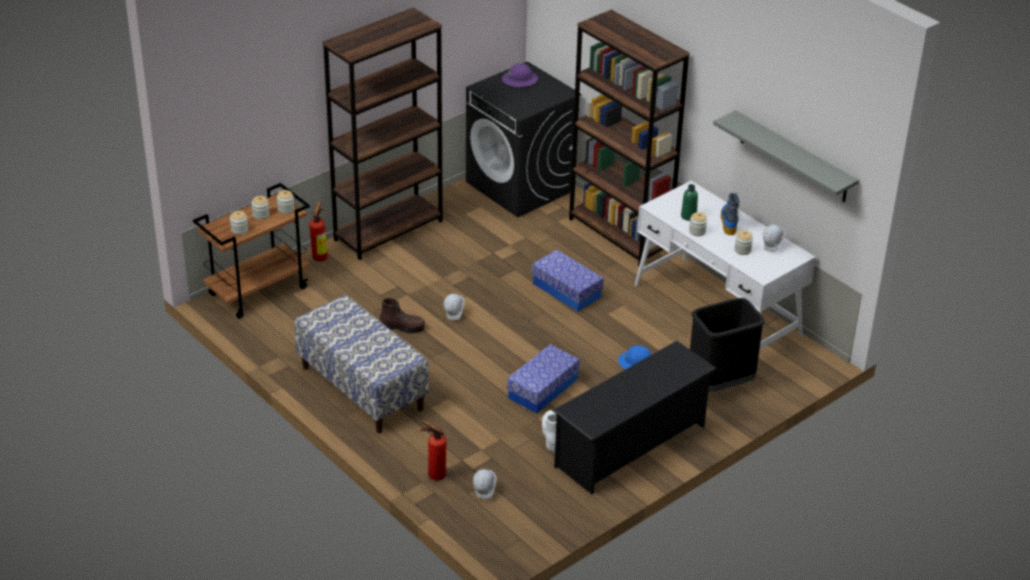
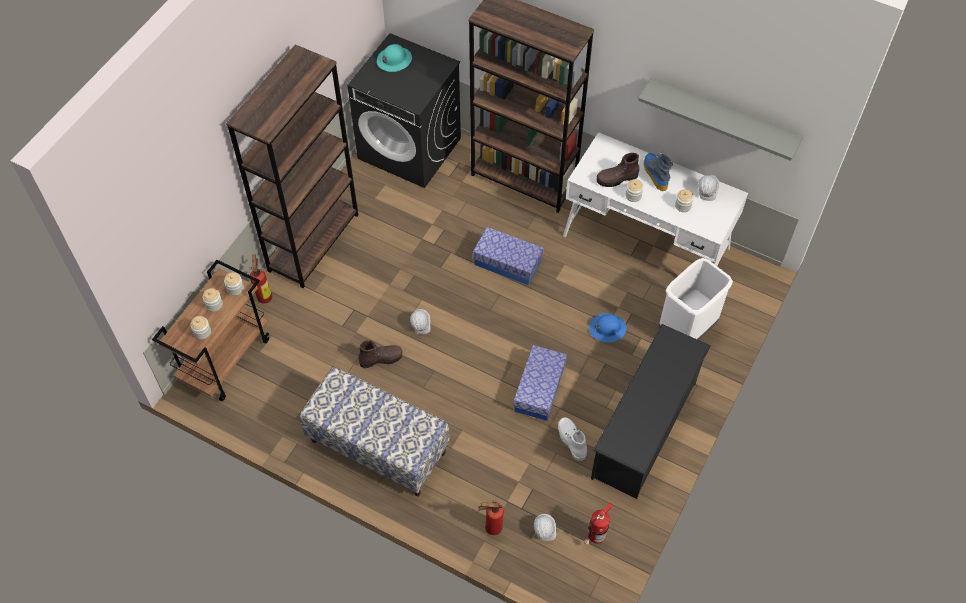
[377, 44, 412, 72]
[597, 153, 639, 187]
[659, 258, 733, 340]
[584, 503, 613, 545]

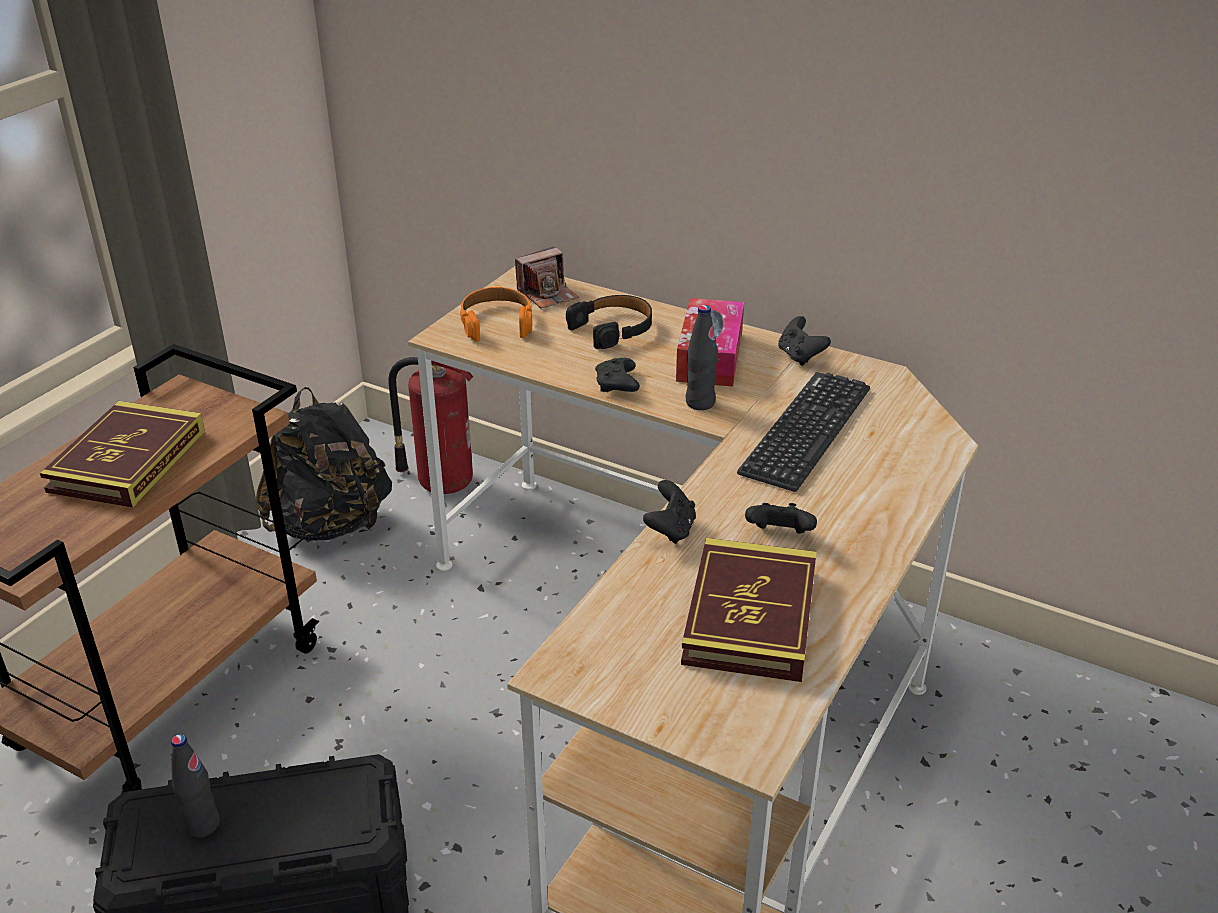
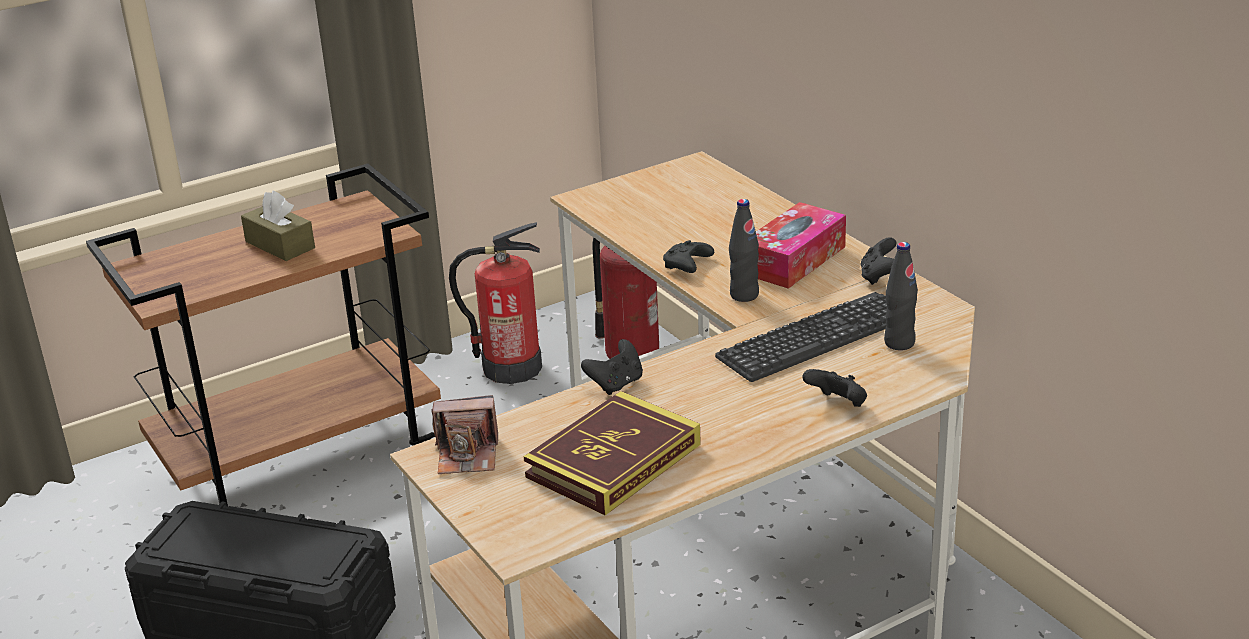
[241, 191, 315, 261]
[884, 242, 918, 350]
[449, 222, 542, 384]
[460, 287, 532, 342] (first image)
[431, 395, 498, 474]
[566, 295, 652, 349] (first image)
[802, 369, 867, 407]

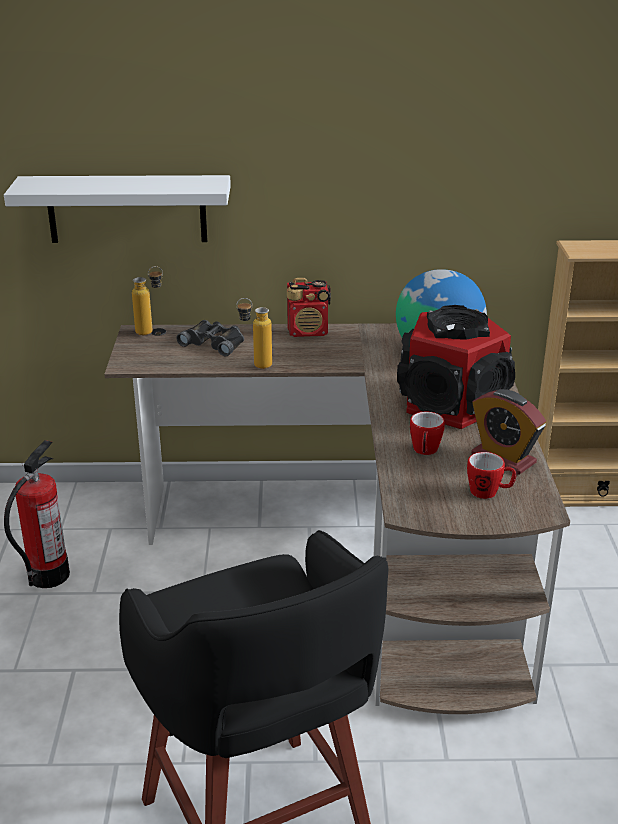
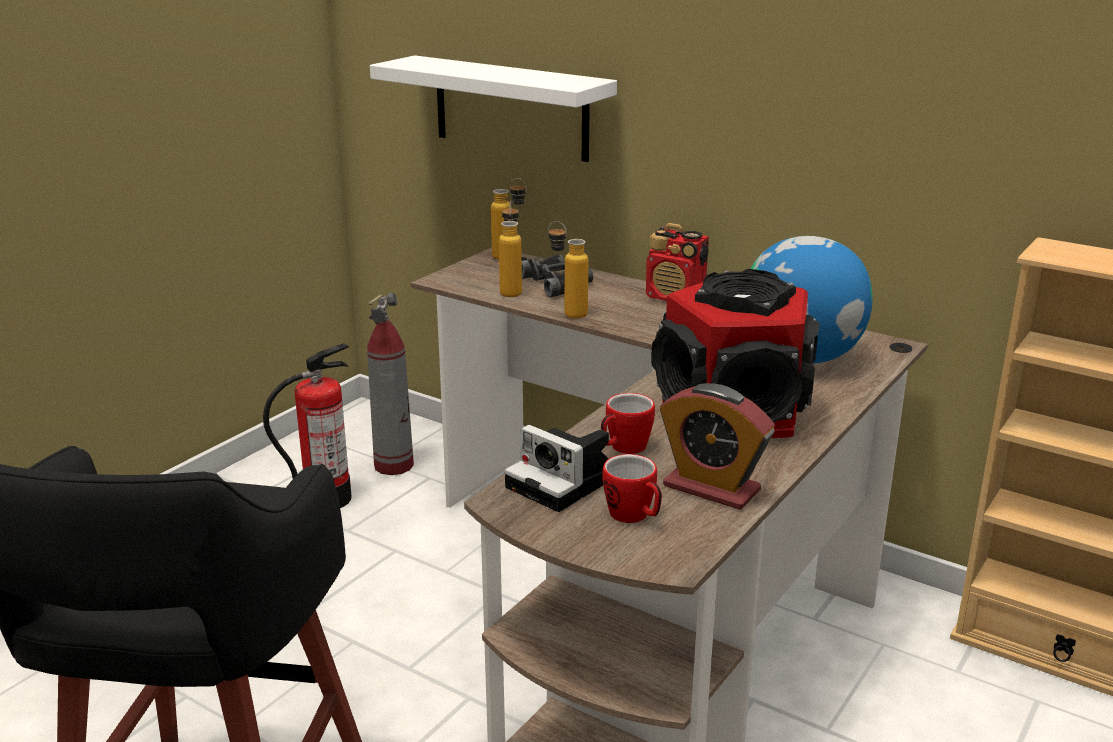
[660, 383, 775, 510]
[367, 293, 414, 475]
[499, 201, 522, 297]
[504, 425, 609, 512]

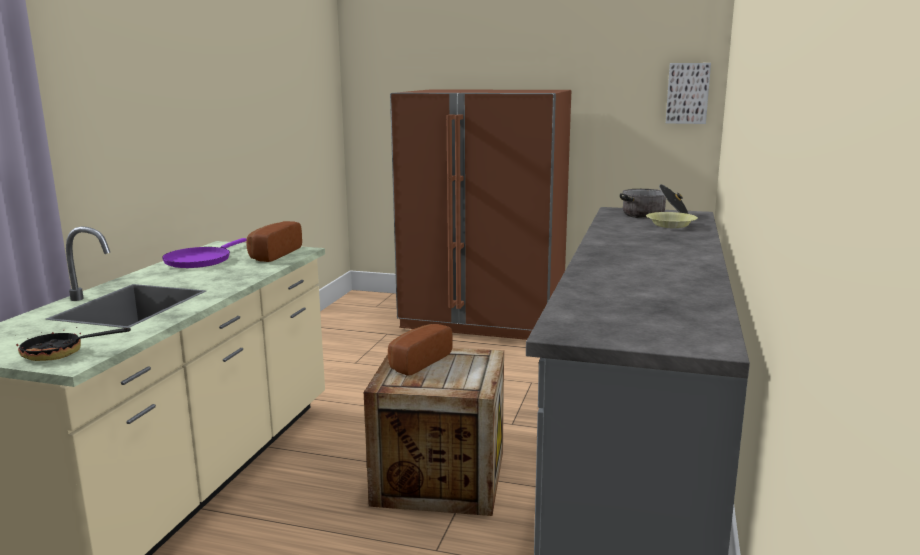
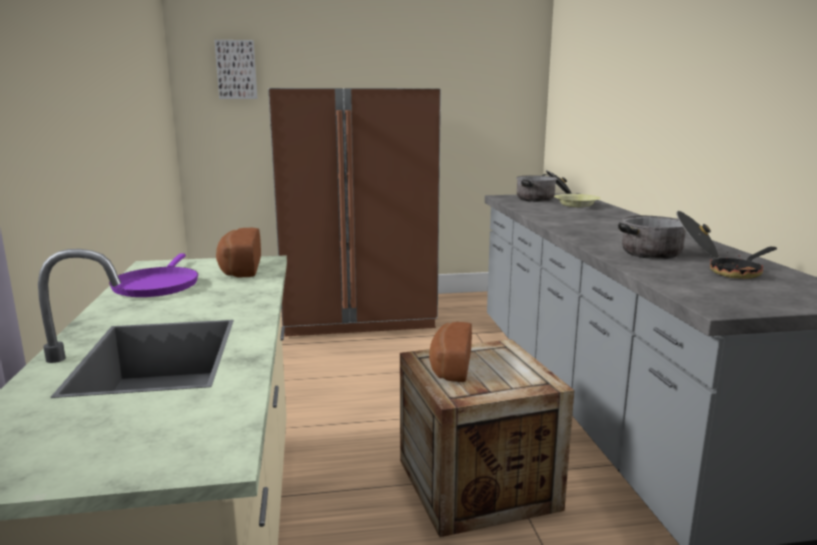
[710, 247, 777, 279]
[214, 40, 257, 99]
[618, 211, 719, 259]

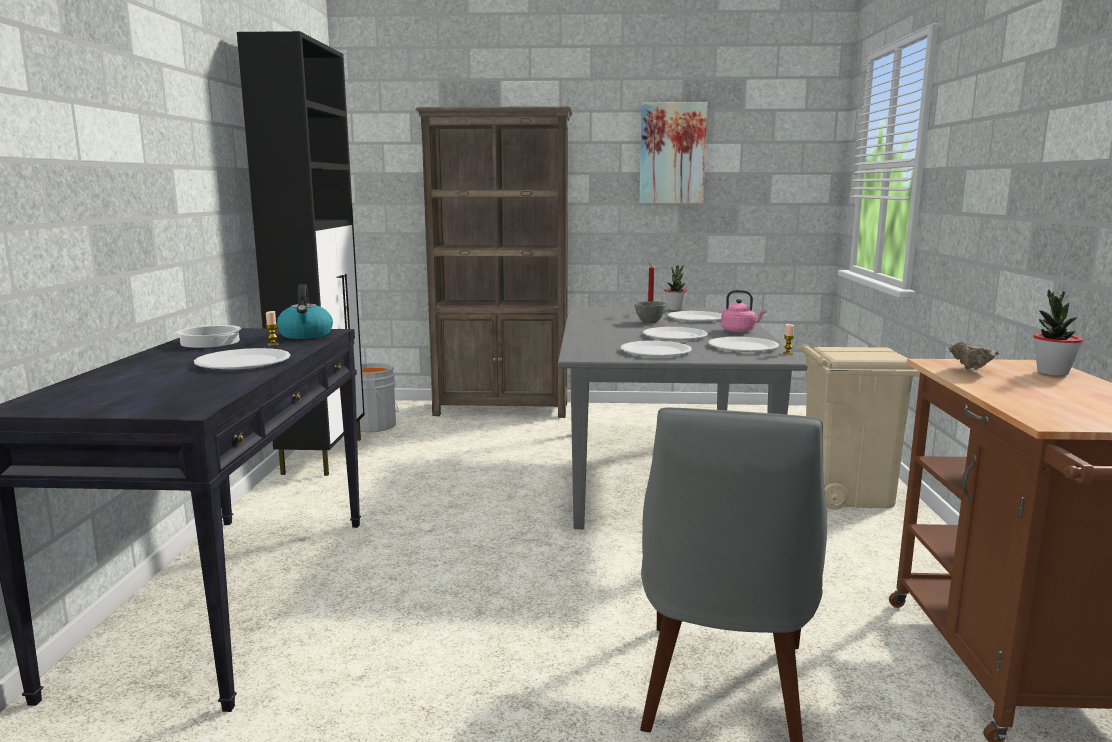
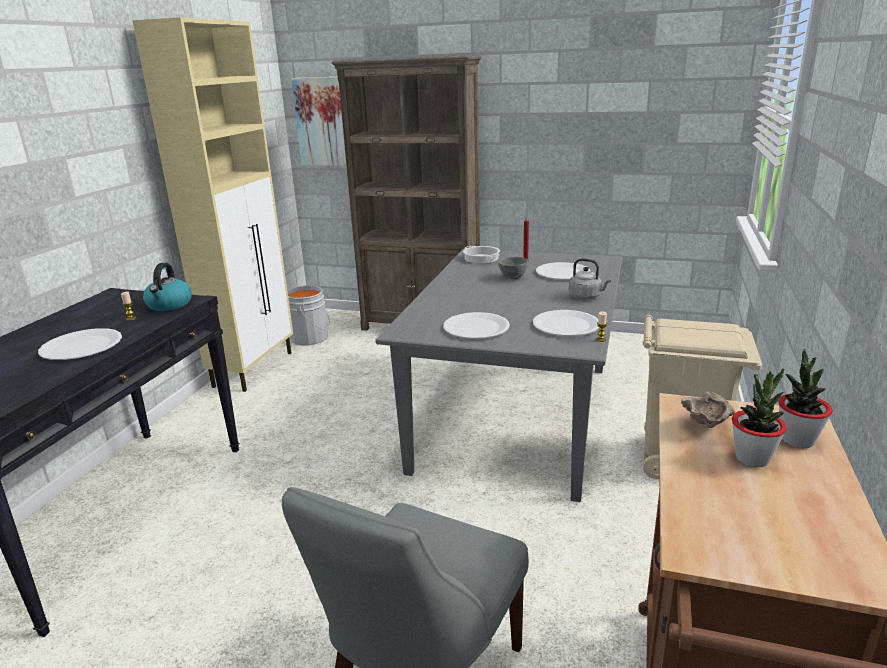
[463, 246, 500, 263]
[132, 17, 293, 392]
[291, 77, 346, 166]
[643, 327, 708, 340] (first image)
[732, 368, 787, 467]
[569, 258, 611, 299]

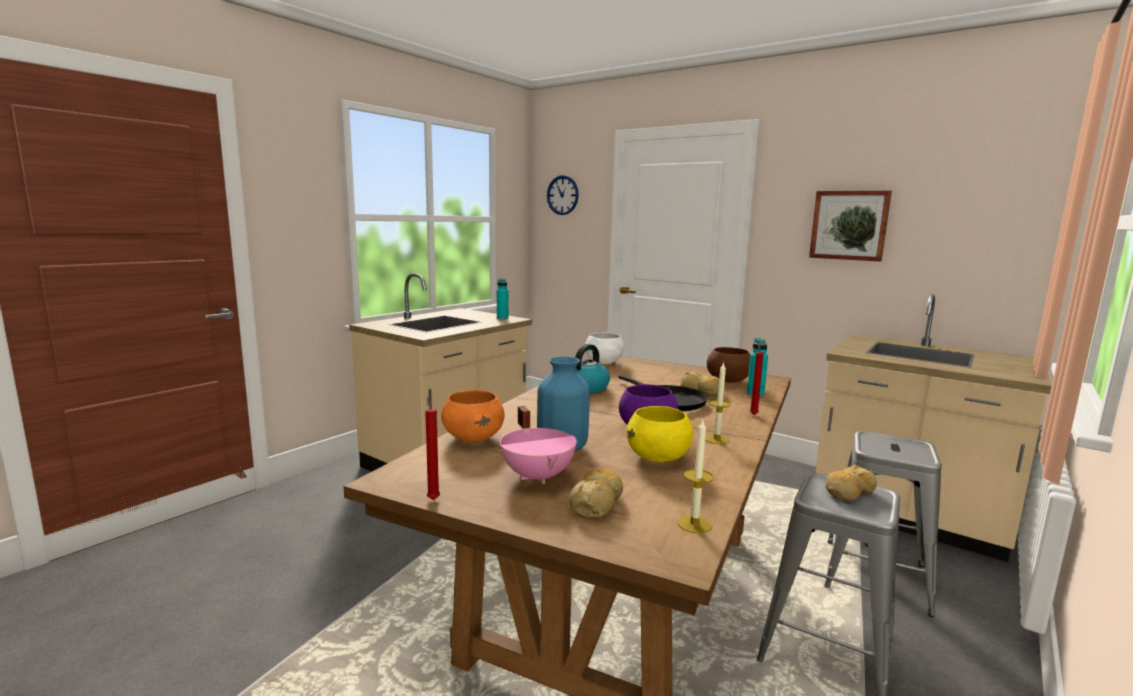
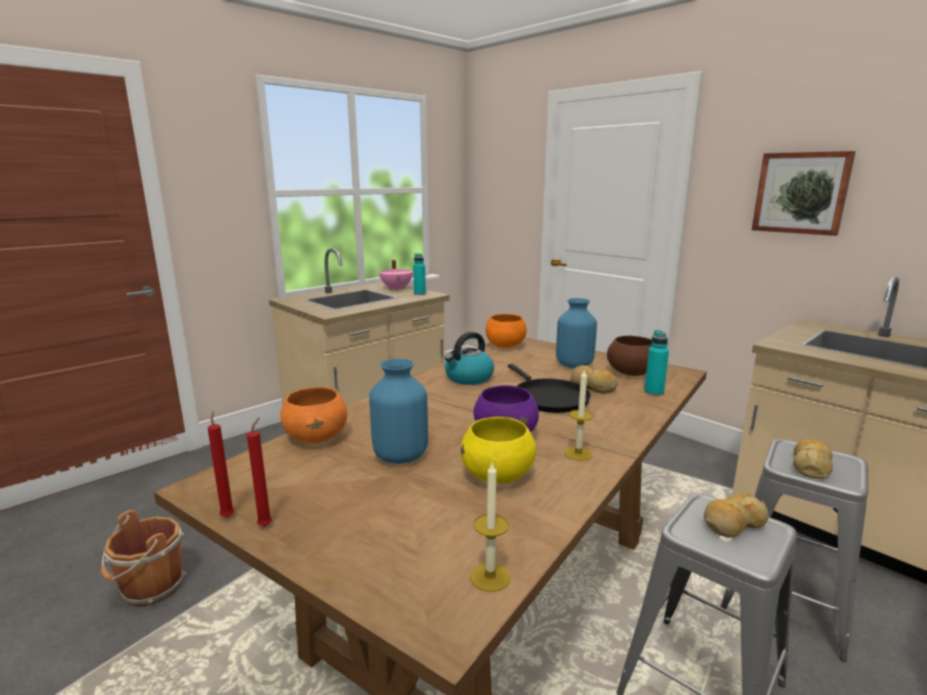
[379, 260, 413, 290]
[547, 175, 579, 215] (first image)
[793, 439, 833, 479]
[486, 314, 527, 348]
[247, 417, 272, 526]
[100, 510, 186, 606]
[556, 298, 597, 368]

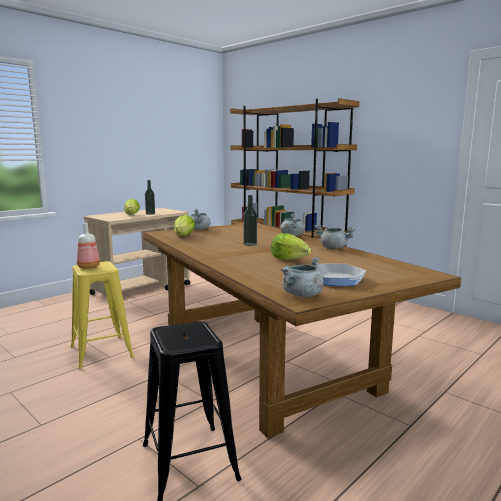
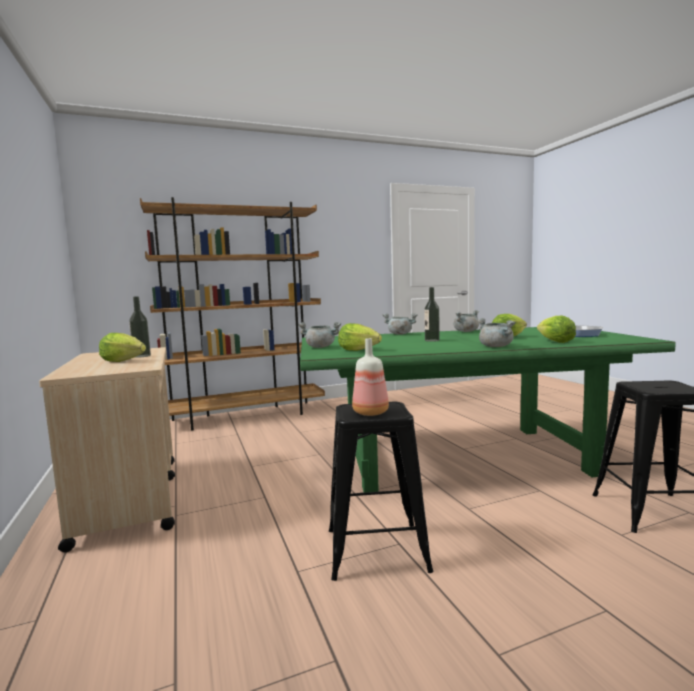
[329, 401, 433, 581]
[300, 327, 676, 493]
[477, 318, 516, 347]
[537, 316, 576, 343]

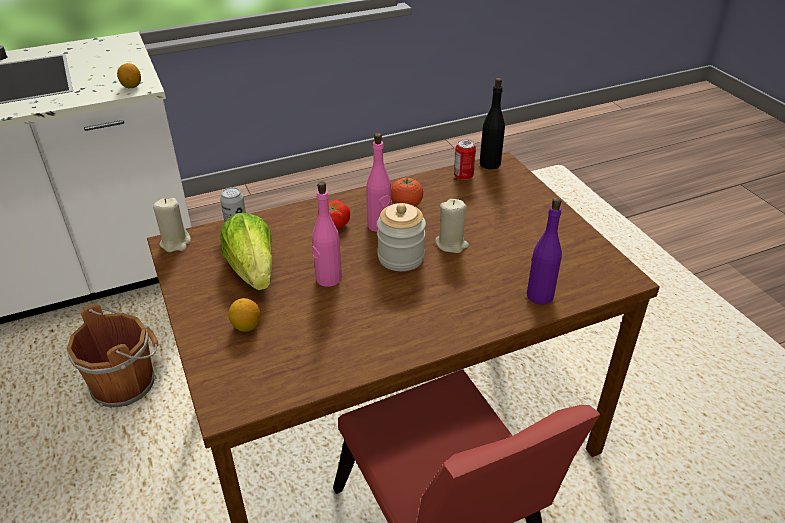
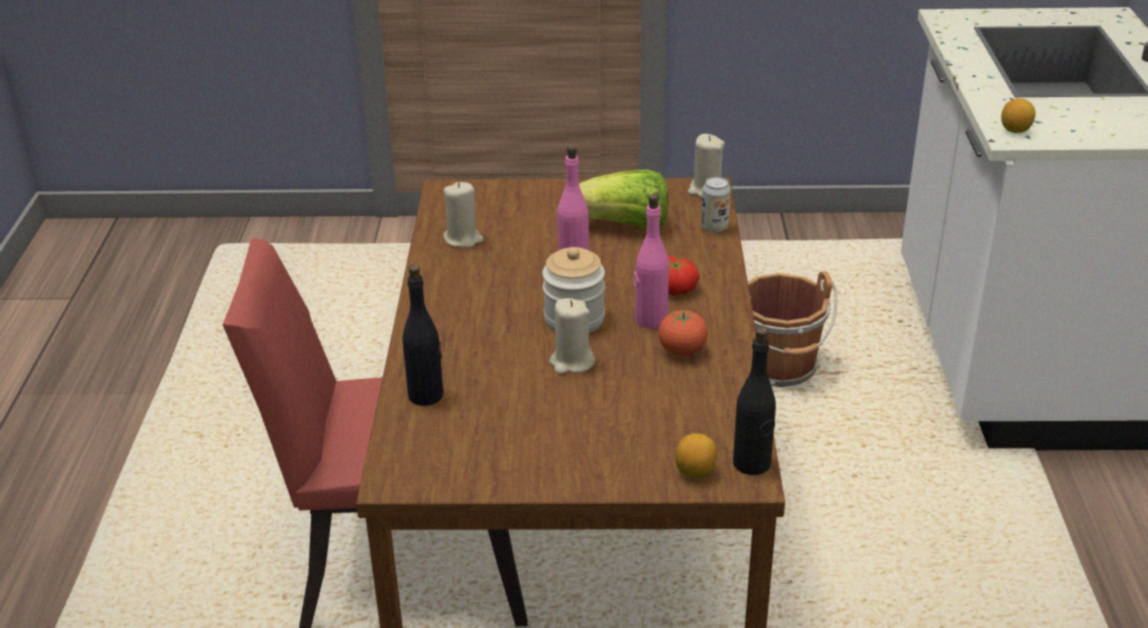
[675, 433, 717, 479]
[454, 139, 476, 180] (first image)
[402, 264, 443, 406]
[443, 182, 484, 248]

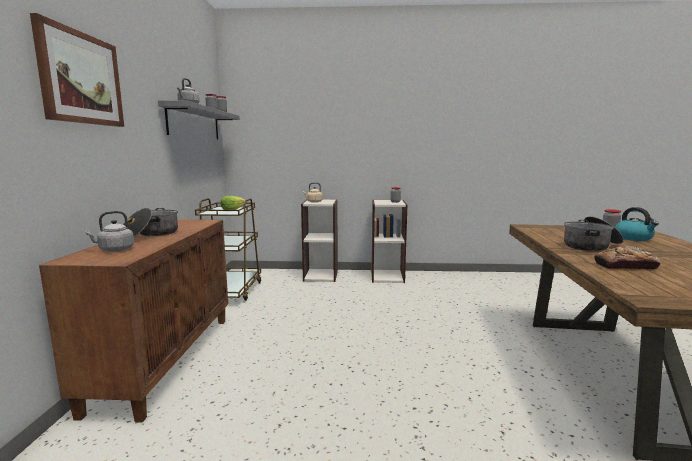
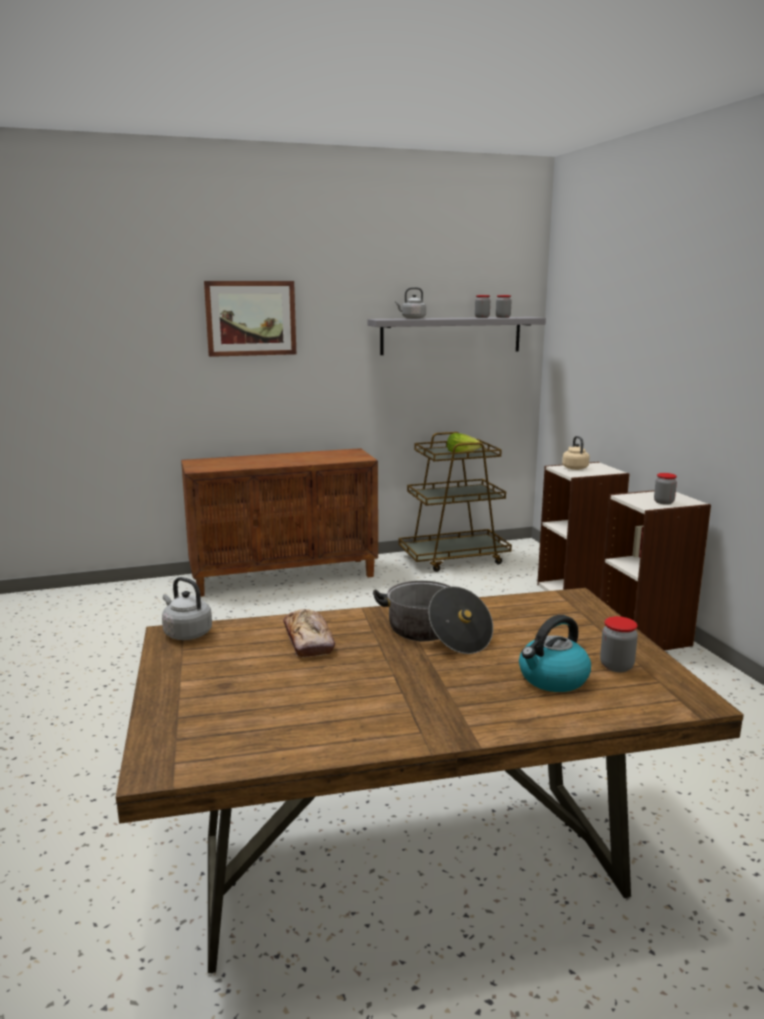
[162, 577, 212, 640]
[123, 208, 178, 237] (first image)

